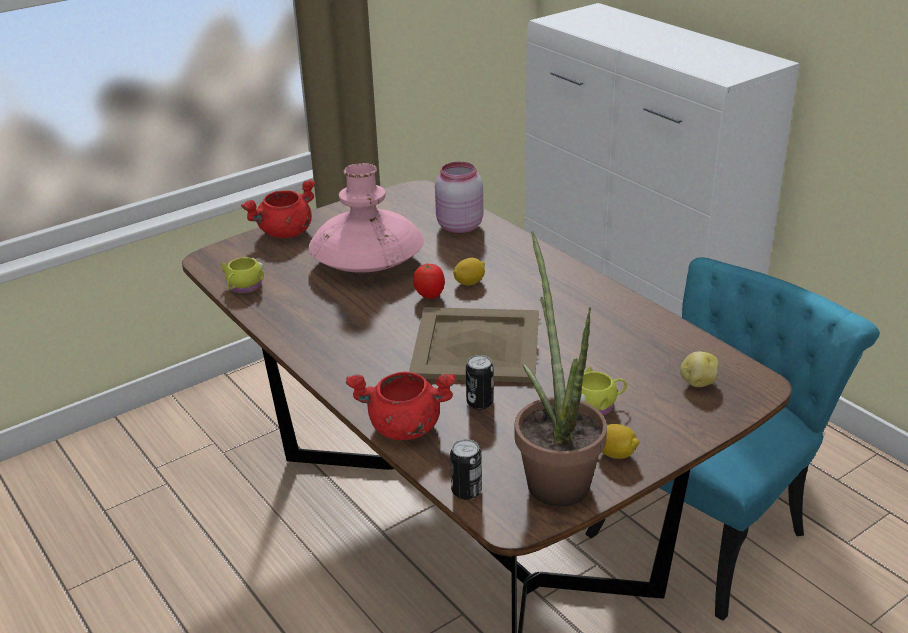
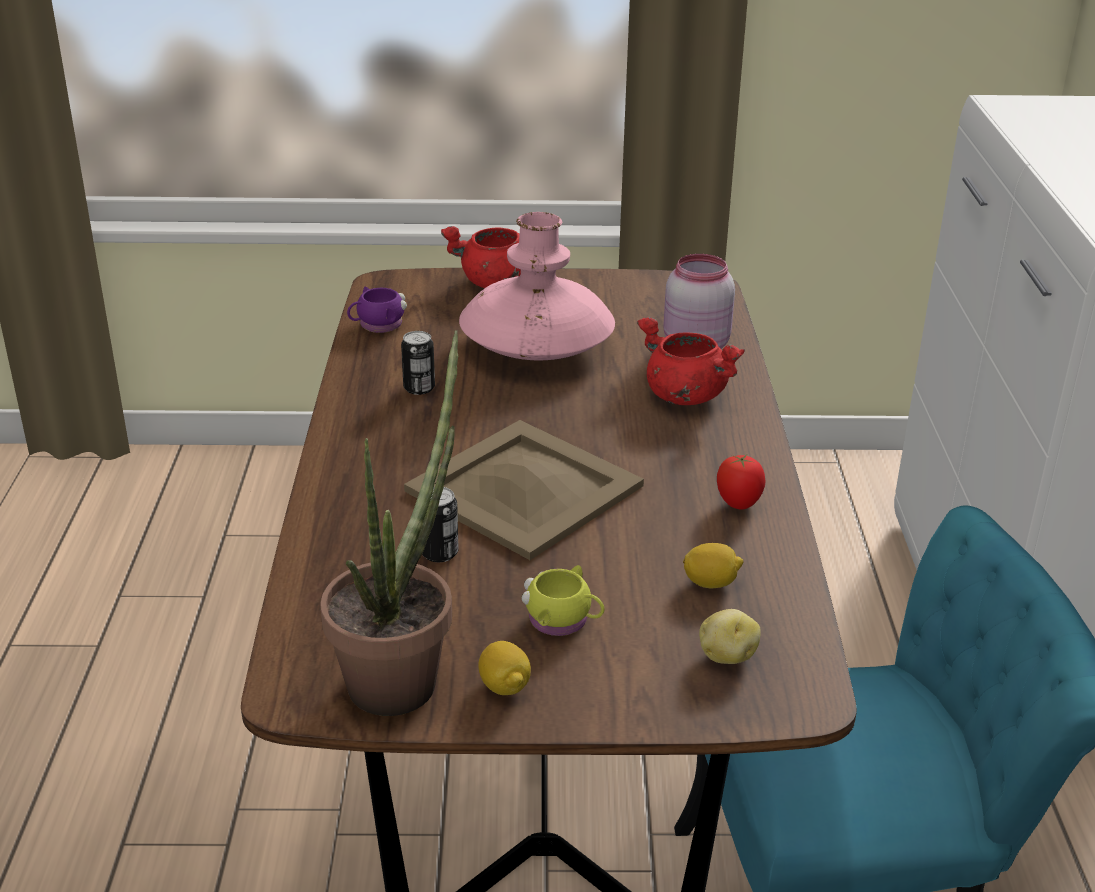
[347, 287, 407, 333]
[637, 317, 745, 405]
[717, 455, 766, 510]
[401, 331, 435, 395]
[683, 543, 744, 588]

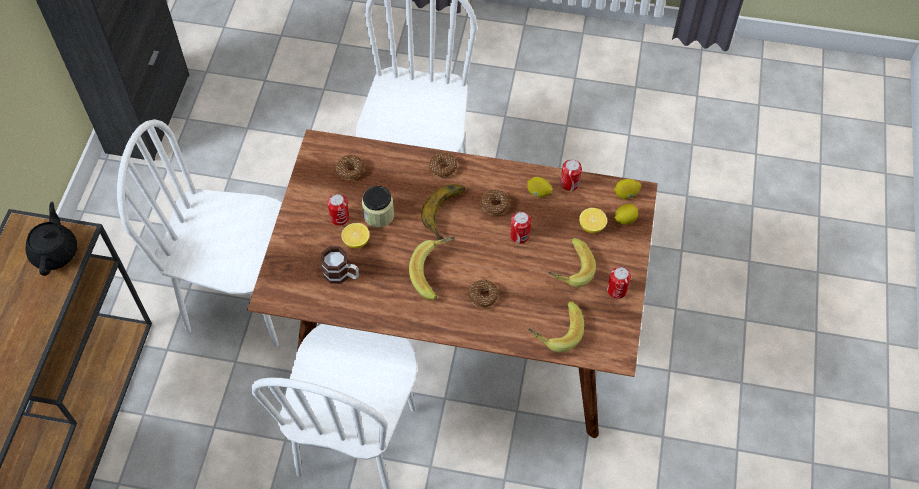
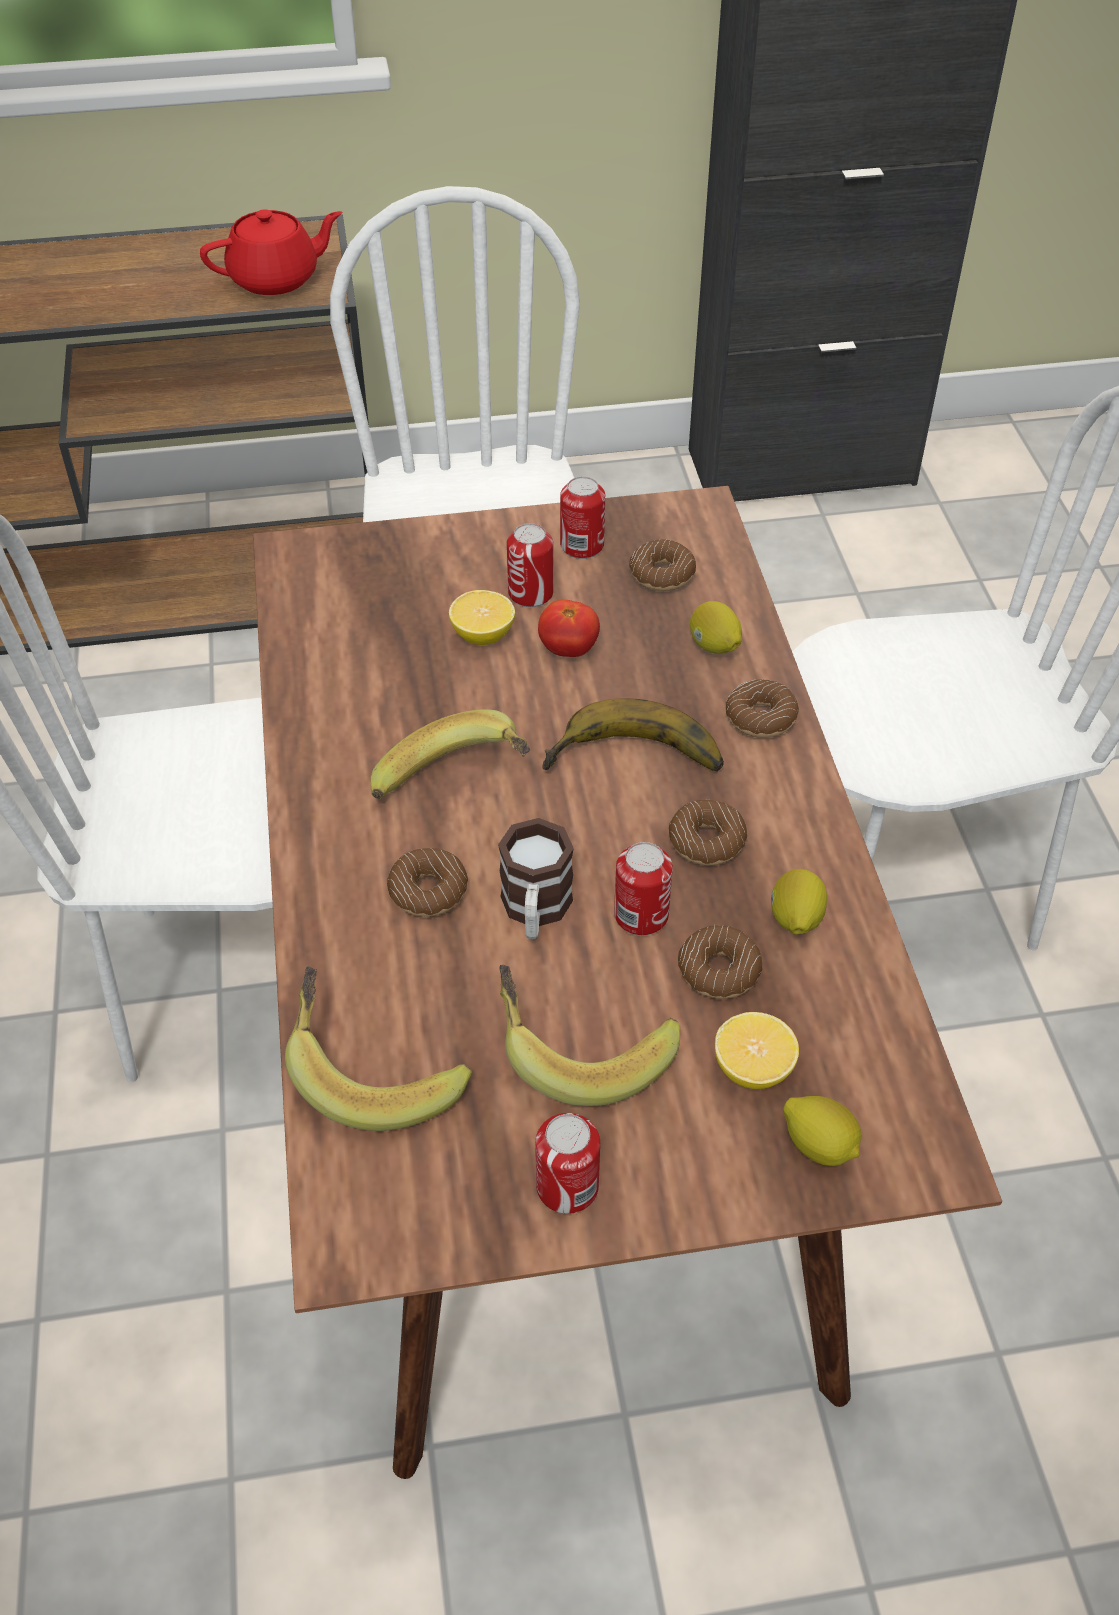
[200, 209, 342, 295]
[498, 818, 574, 939]
[538, 600, 600, 657]
[560, 476, 605, 559]
[690, 601, 742, 654]
[678, 925, 762, 999]

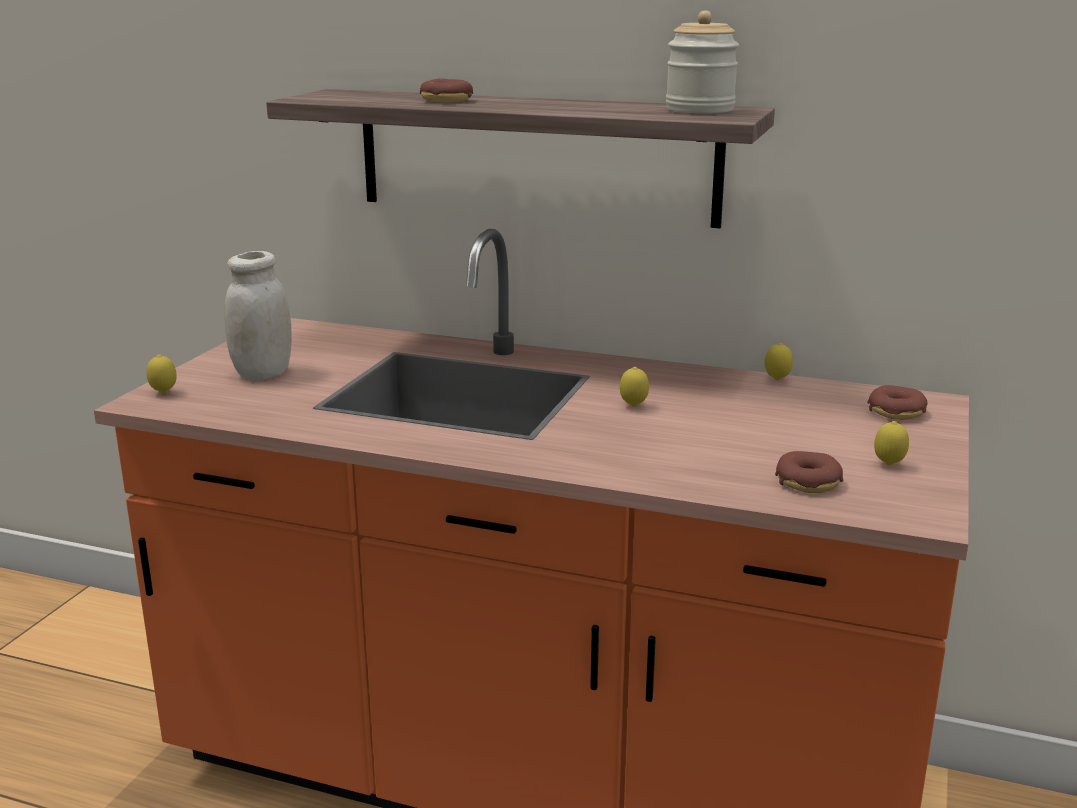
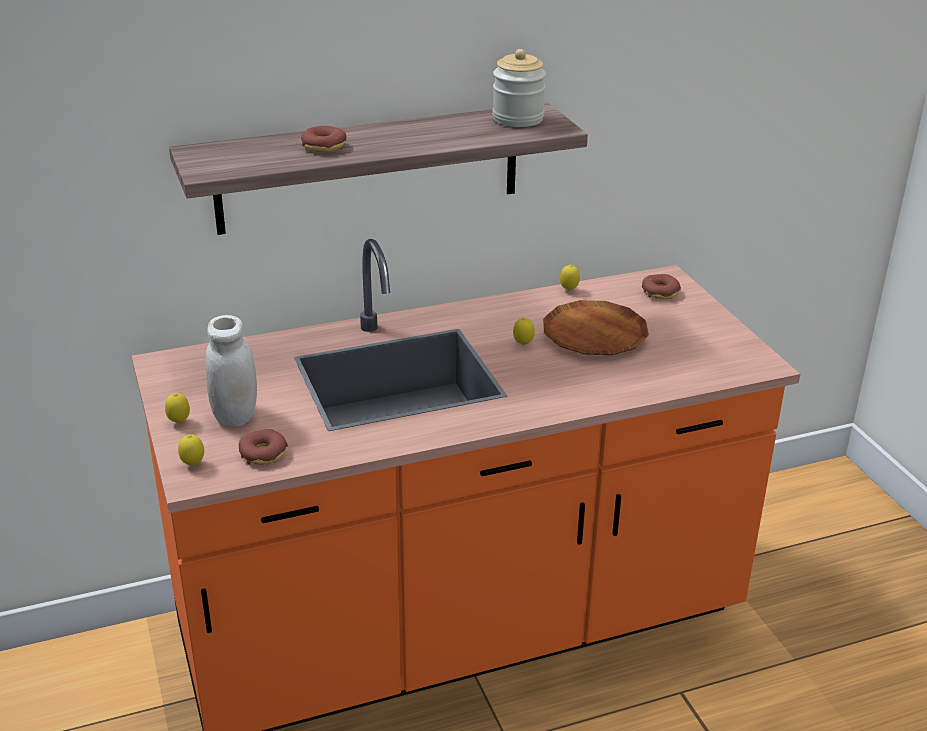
[239, 429, 288, 465]
[165, 393, 190, 423]
[543, 300, 649, 355]

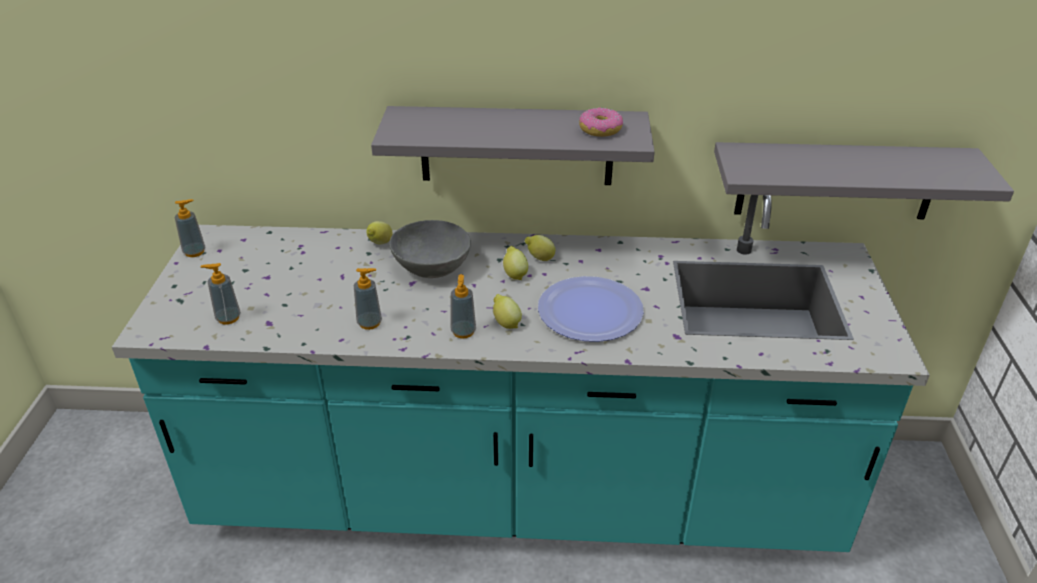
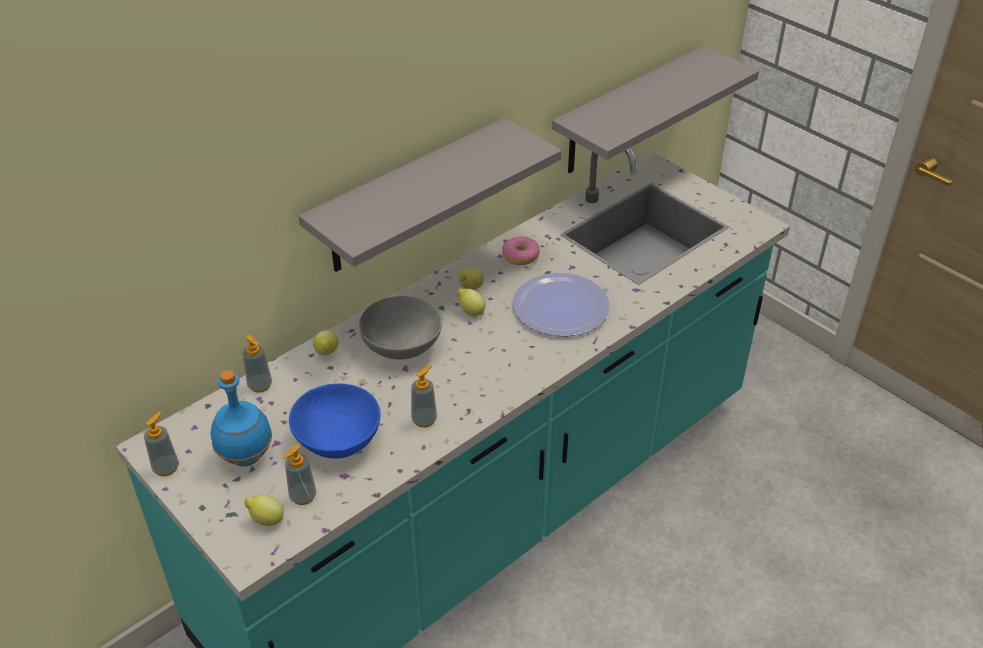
[243, 335, 272, 393]
[244, 495, 284, 526]
[502, 236, 540, 265]
[211, 370, 272, 467]
[289, 383, 381, 459]

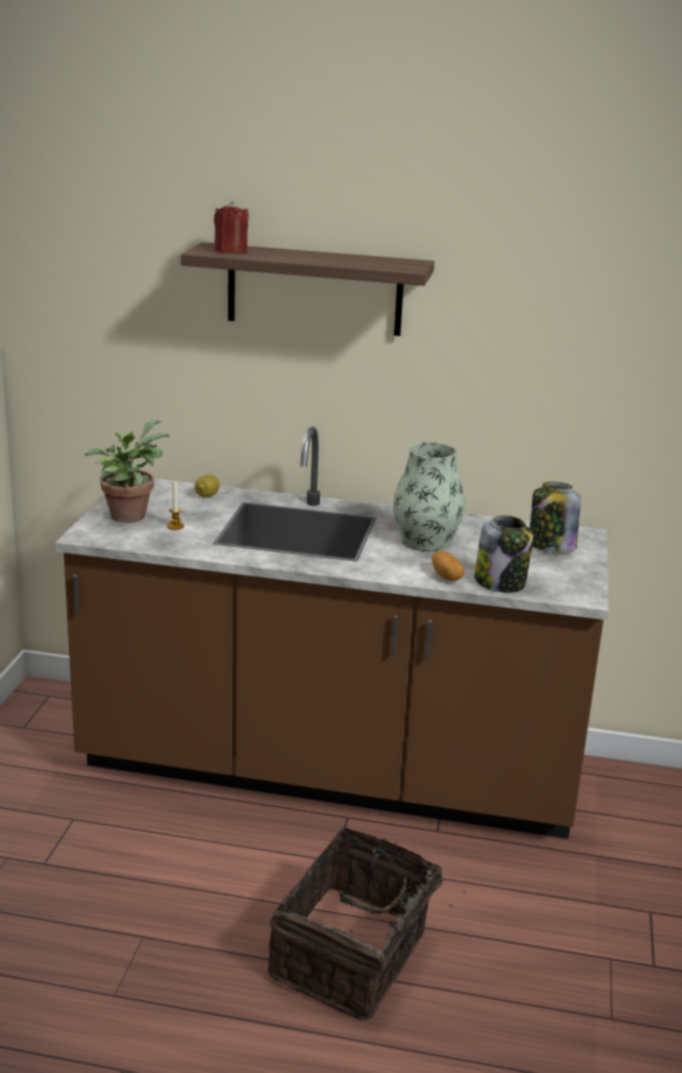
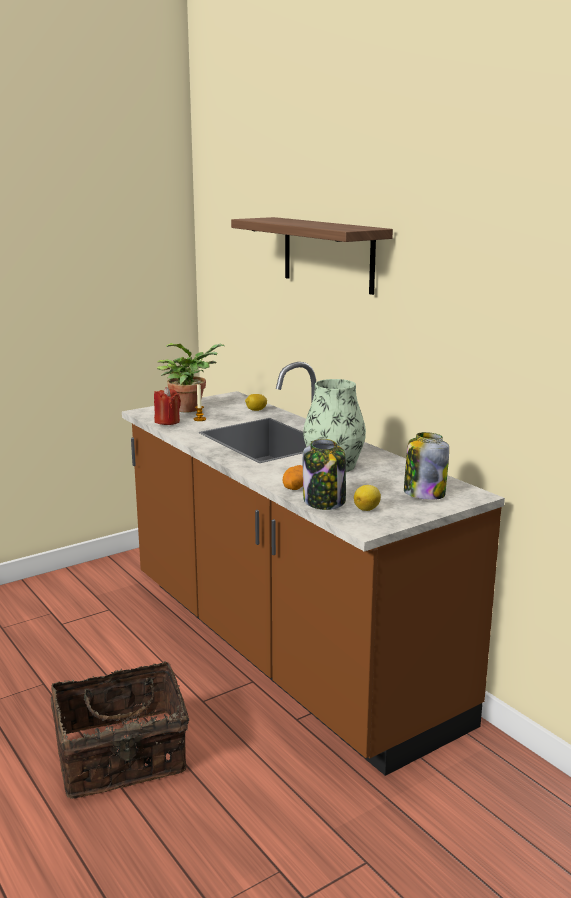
[154, 387, 181, 425]
[354, 485, 381, 511]

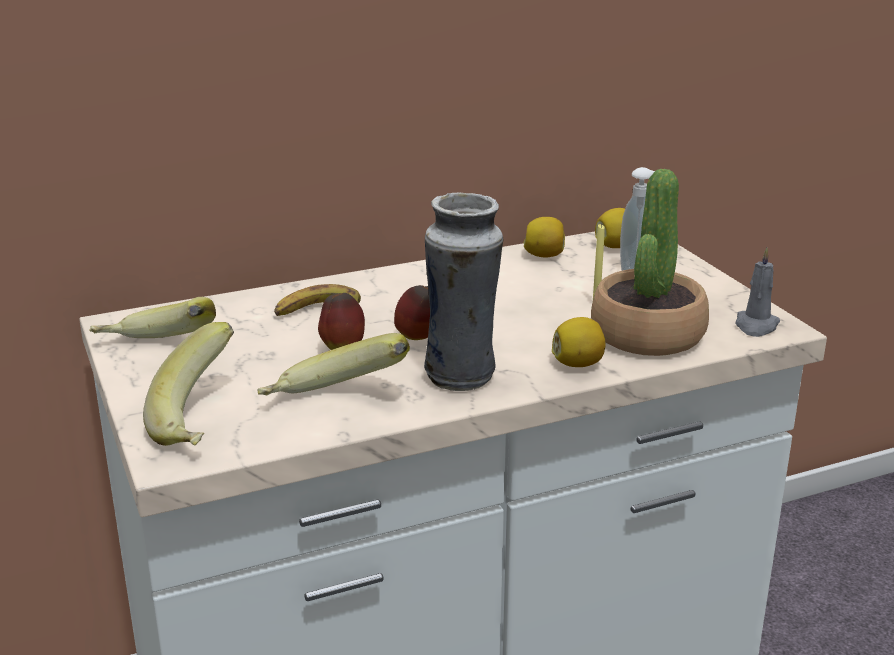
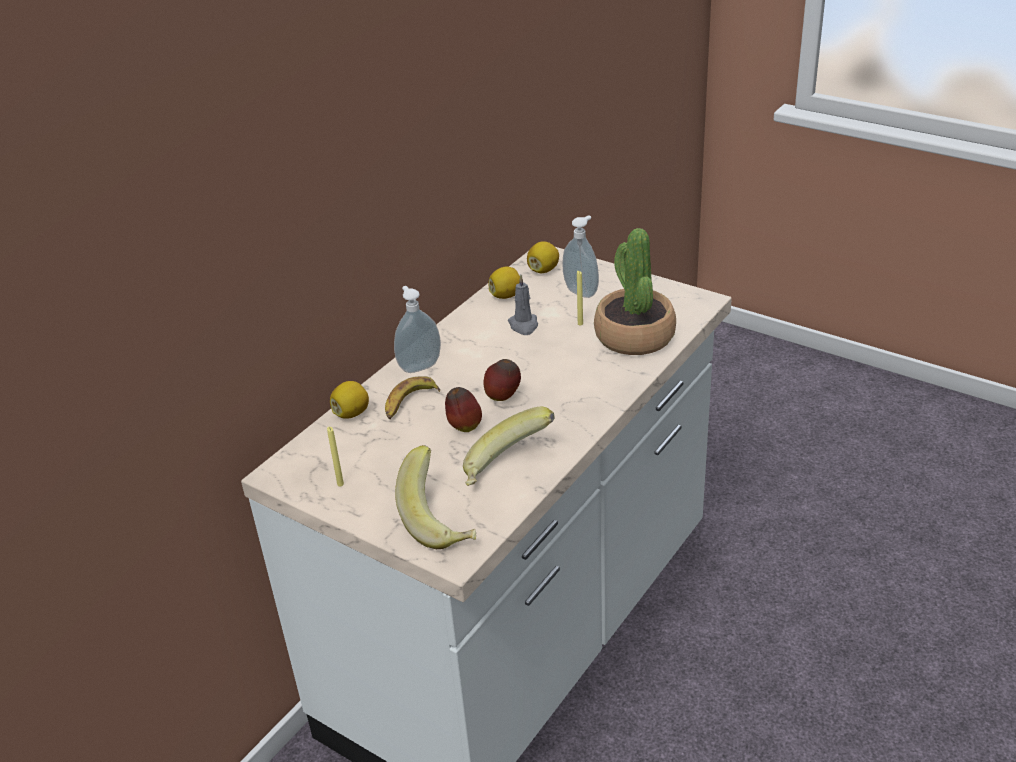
[327, 427, 344, 487]
[424, 192, 504, 391] (first image)
[330, 381, 369, 419]
[508, 275, 538, 335]
[394, 286, 441, 373]

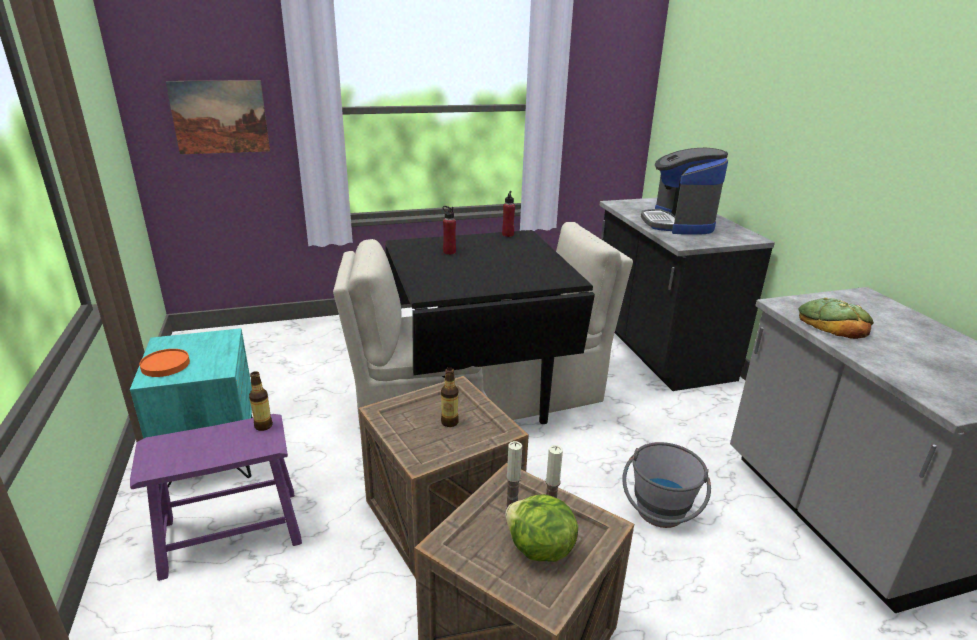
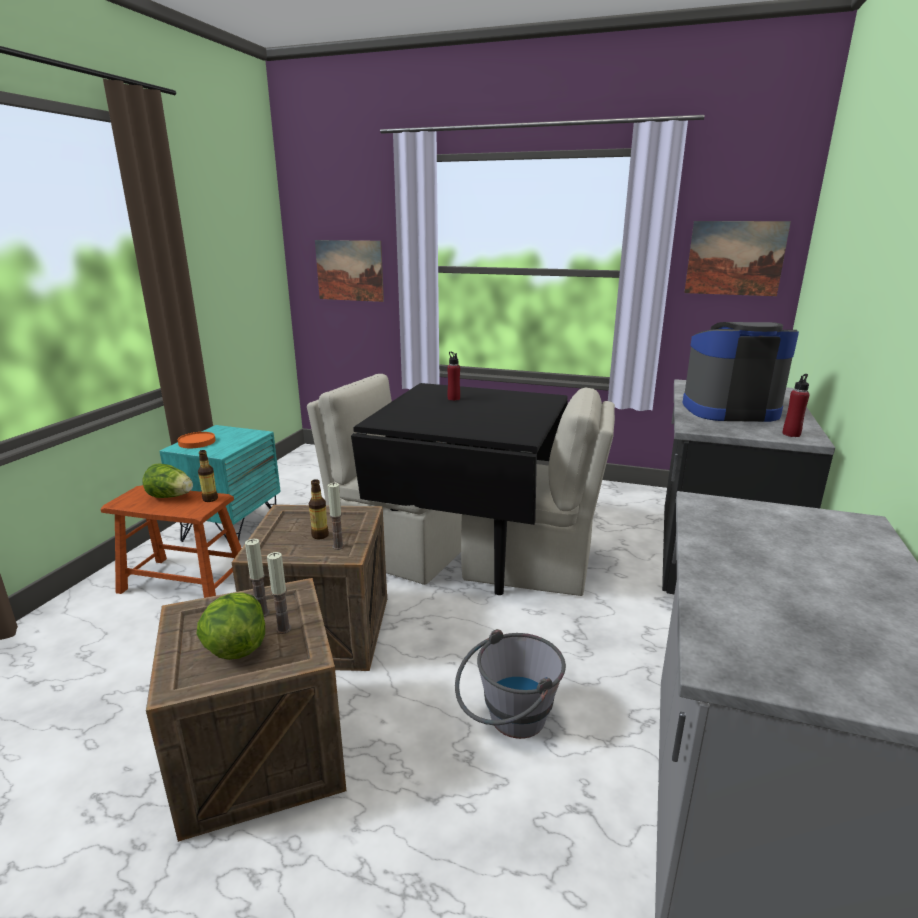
[100, 485, 242, 598]
[783, 374, 810, 437]
[683, 322, 799, 422]
[798, 298, 874, 339] (first image)
[143, 463, 193, 498]
[328, 483, 344, 550]
[684, 221, 791, 296]

